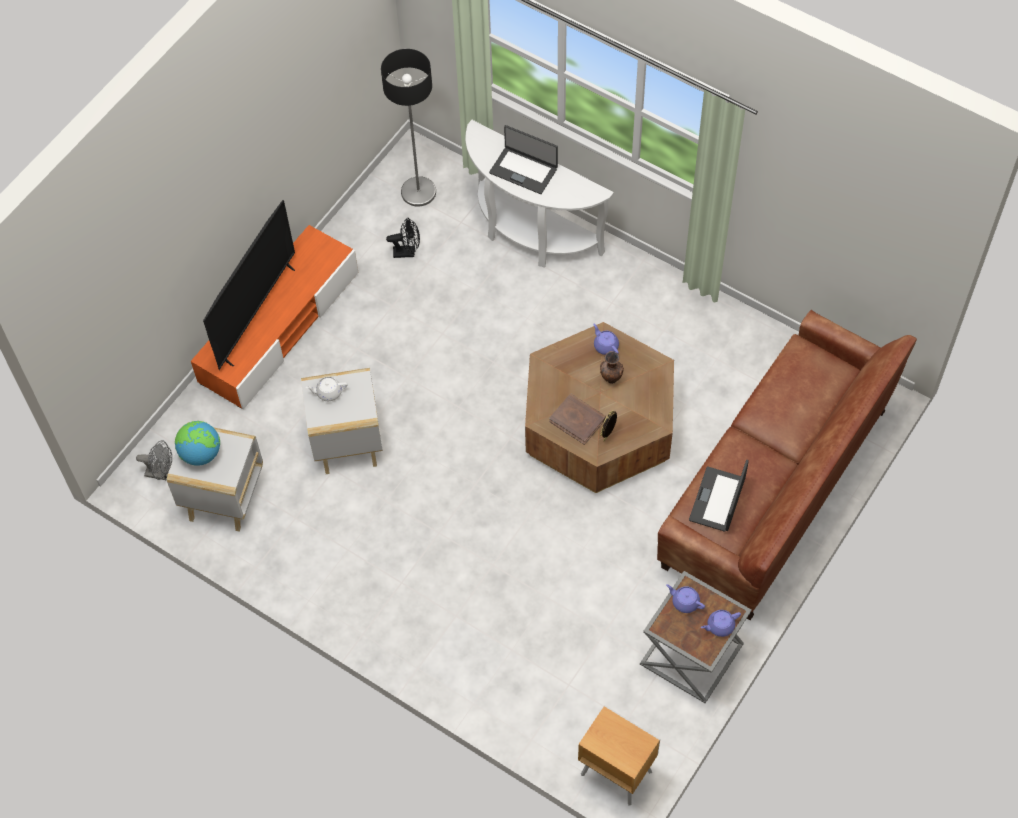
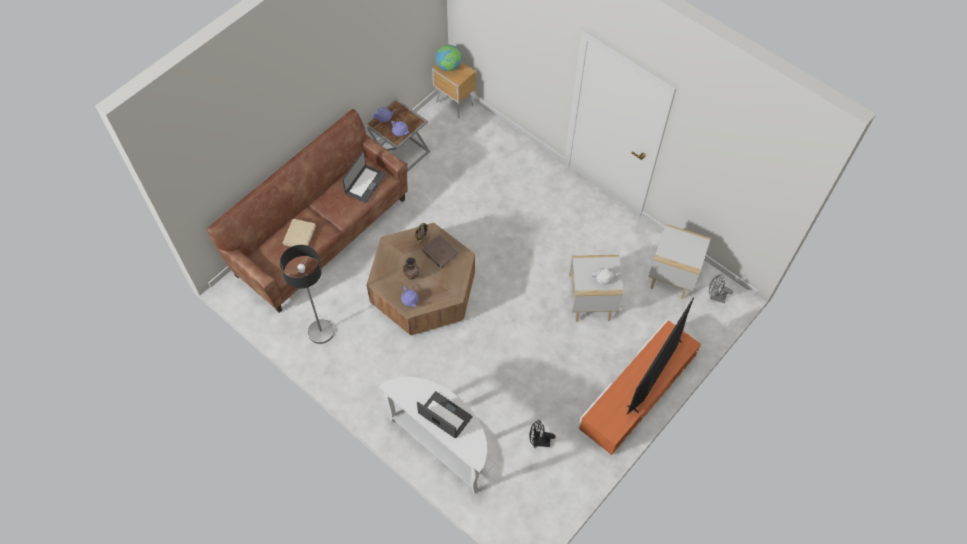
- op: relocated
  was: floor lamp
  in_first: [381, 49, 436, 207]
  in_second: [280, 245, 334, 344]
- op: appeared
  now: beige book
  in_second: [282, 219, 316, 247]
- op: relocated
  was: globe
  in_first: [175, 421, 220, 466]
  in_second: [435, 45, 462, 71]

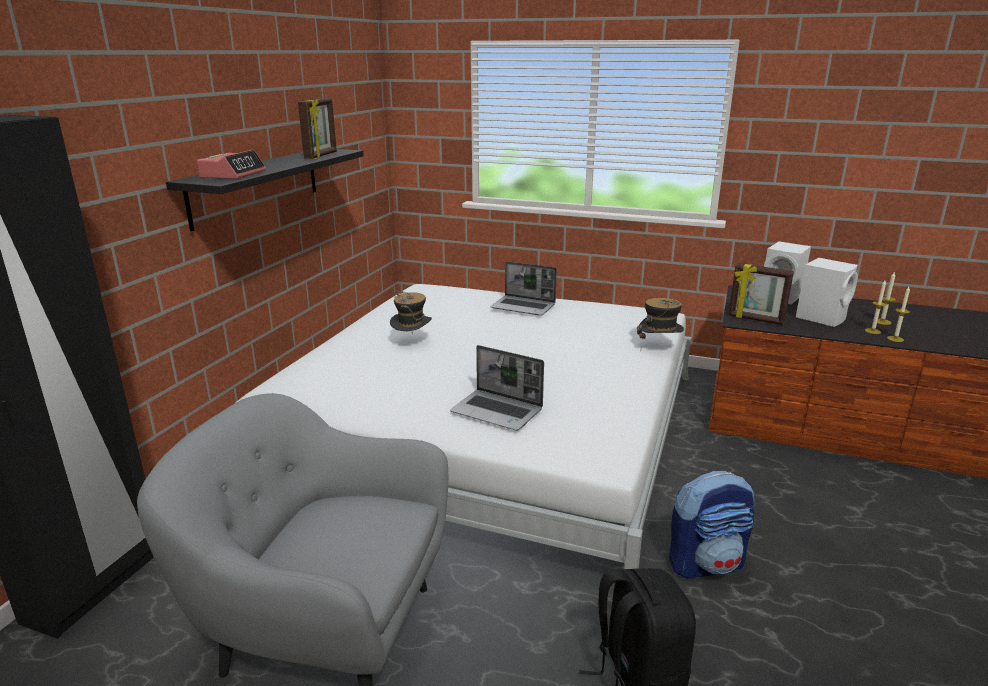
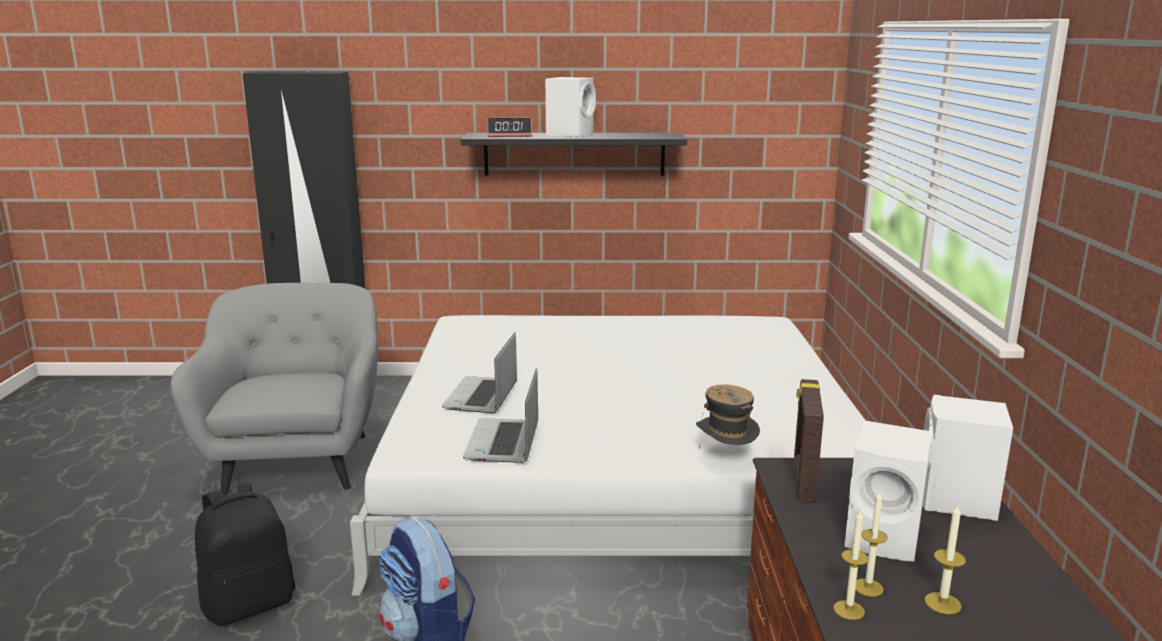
- op: relocated
  was: laptop
  in_first: [491, 261, 557, 316]
  in_second: [463, 368, 538, 463]
- op: appeared
  now: white speaker
  in_second: [545, 77, 596, 137]
- op: missing
  was: picture frame
  in_first: [298, 98, 337, 159]
- op: missing
  was: hat
  in_first: [390, 291, 432, 335]

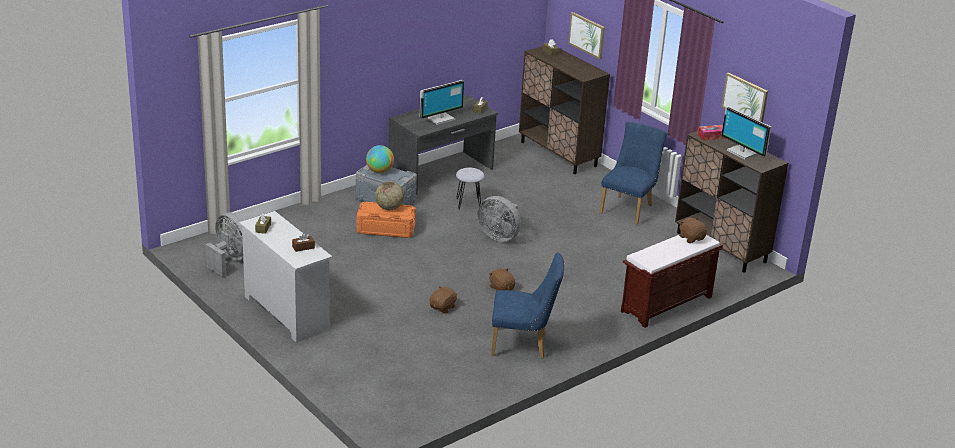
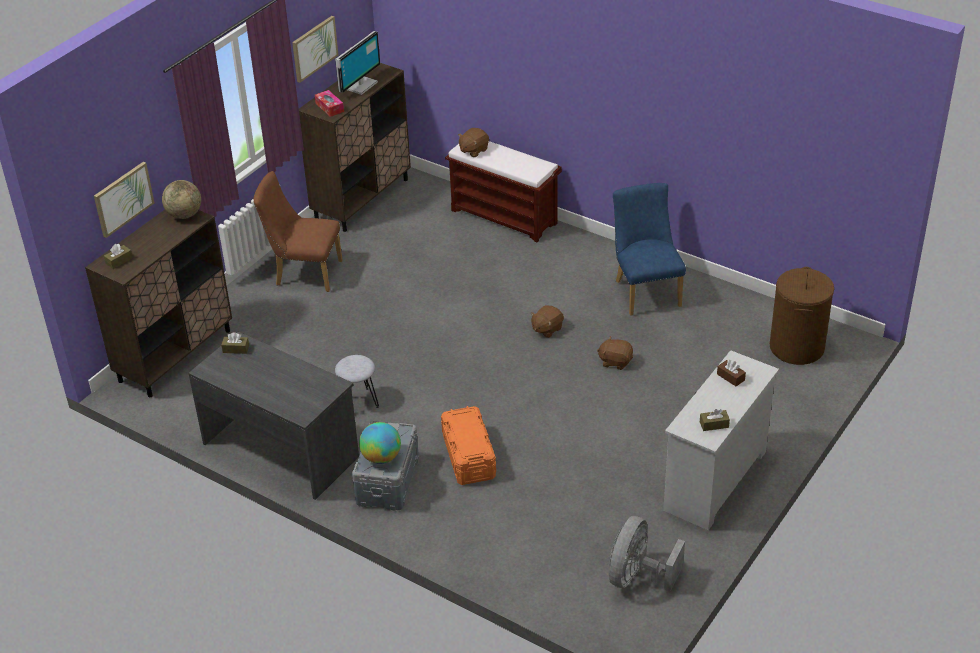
- op: relocated
  was: globe
  in_first: [375, 181, 404, 210]
  in_second: [162, 180, 201, 219]
- op: colour
  was: blue chair
  now: brown chair
  in_first: [600, 122, 667, 225]
  in_second: [253, 171, 343, 292]
- op: appeared
  now: brown laundry basket
  in_second: [770, 267, 834, 365]
- op: missing
  was: monitor
  in_first: [419, 80, 464, 125]
- op: missing
  was: grey fan
  in_first: [478, 196, 521, 242]

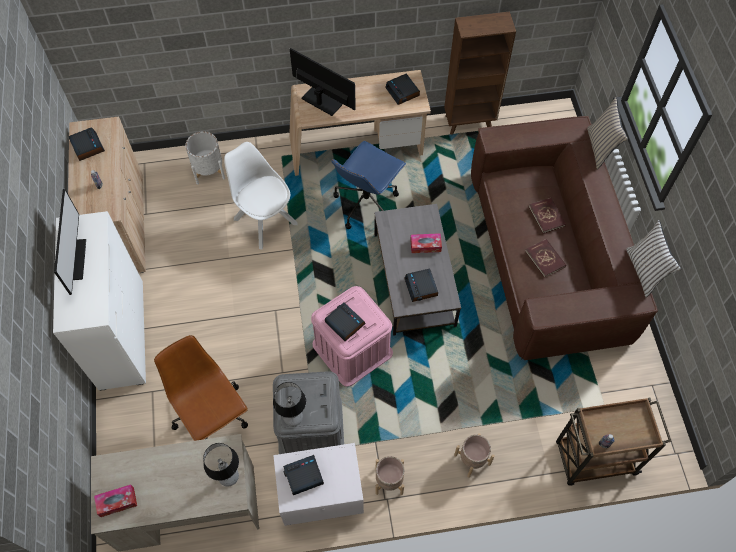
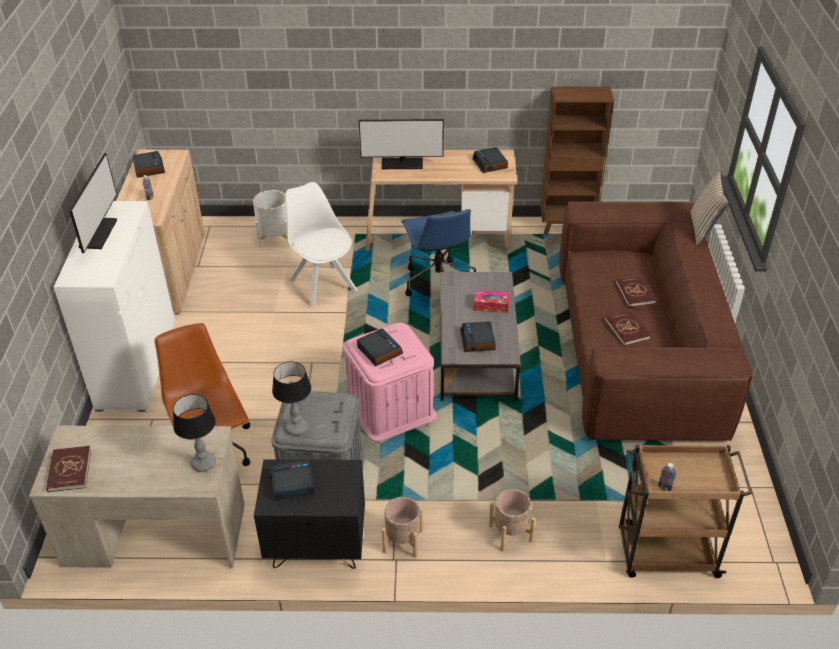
- op: exchanged
  was: tissue box
  now: red book
  in_first: [94, 485, 137, 517]
  in_second: [46, 446, 91, 492]
- op: colour
  was: white nightstand
  now: black nightstand
  in_first: [273, 443, 364, 526]
  in_second: [254, 460, 365, 569]
- op: spun
  was: monitor
  in_first: [290, 48, 356, 116]
  in_second: [359, 119, 444, 169]
  clockwise: 135
- op: spun
  was: blue office chair
  in_first: [331, 141, 406, 229]
  in_second: [401, 209, 476, 296]
  clockwise: -60
- op: missing
  was: white pillow
  in_first: [626, 220, 681, 298]

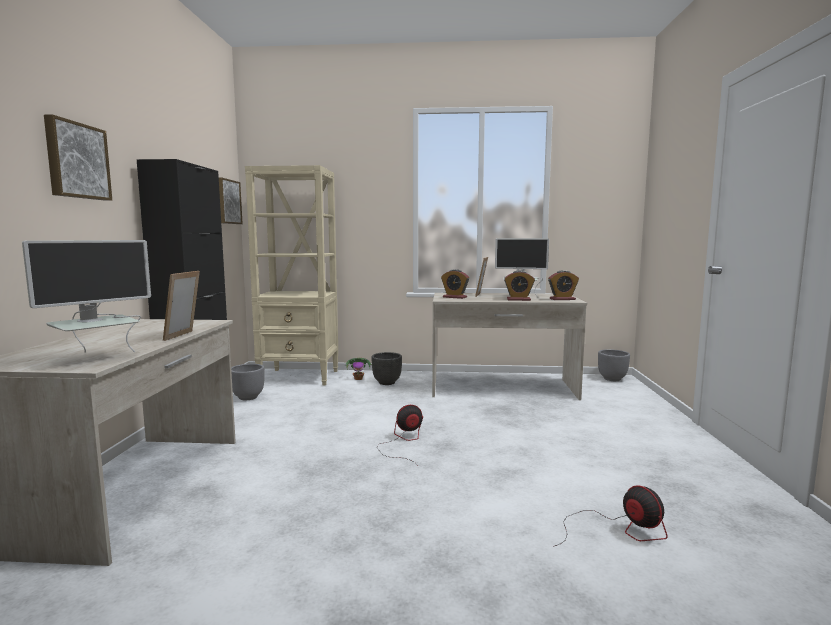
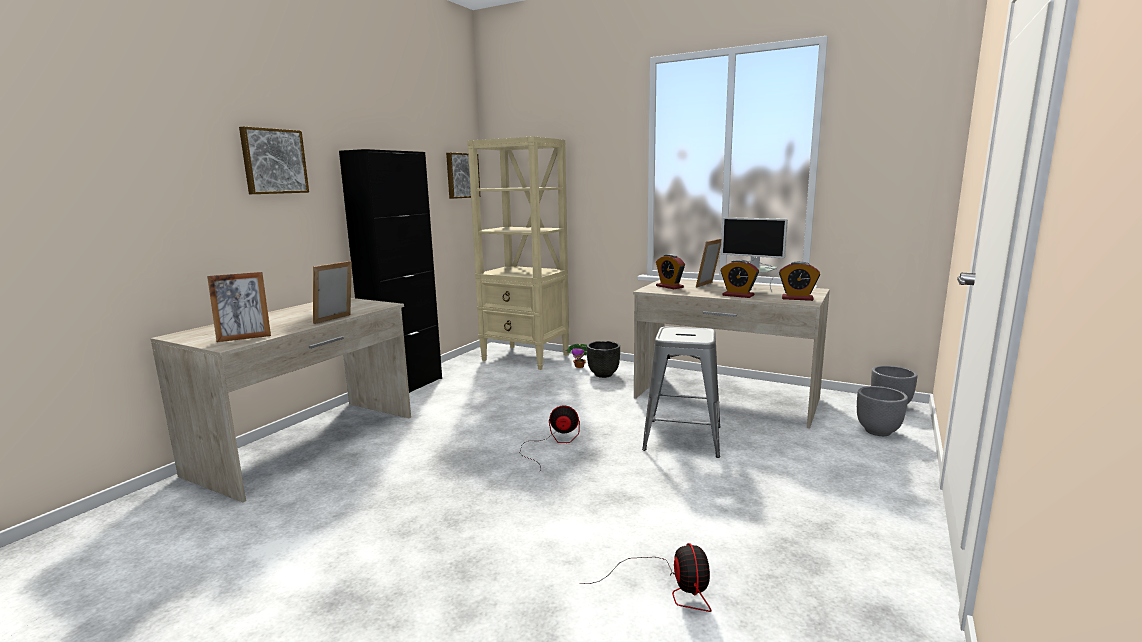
- op: exchanged
  was: monitor
  now: picture frame
  in_first: [22, 240, 151, 353]
  in_second: [207, 272, 271, 342]
- op: appeared
  now: grey stool
  in_second: [642, 327, 721, 458]
- op: relocated
  was: grey planter
  in_first: [231, 364, 265, 400]
  in_second: [857, 386, 908, 436]

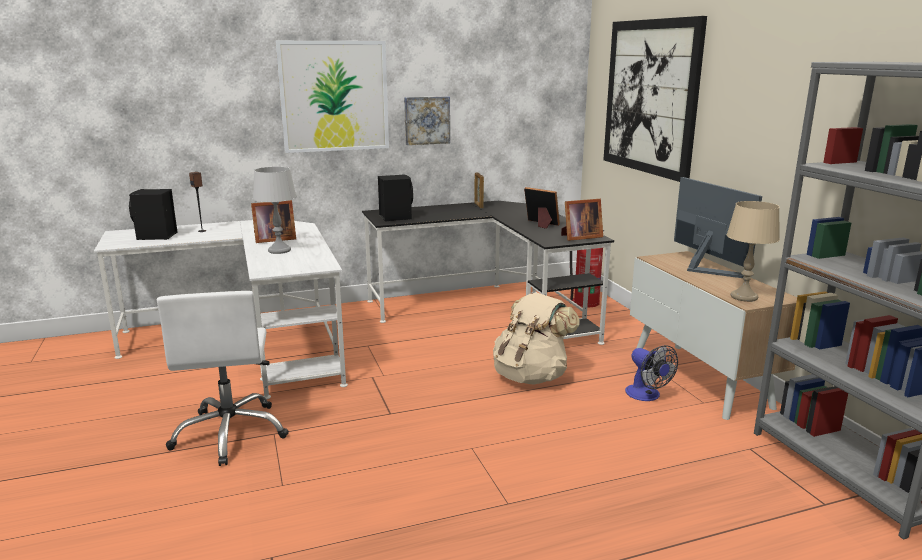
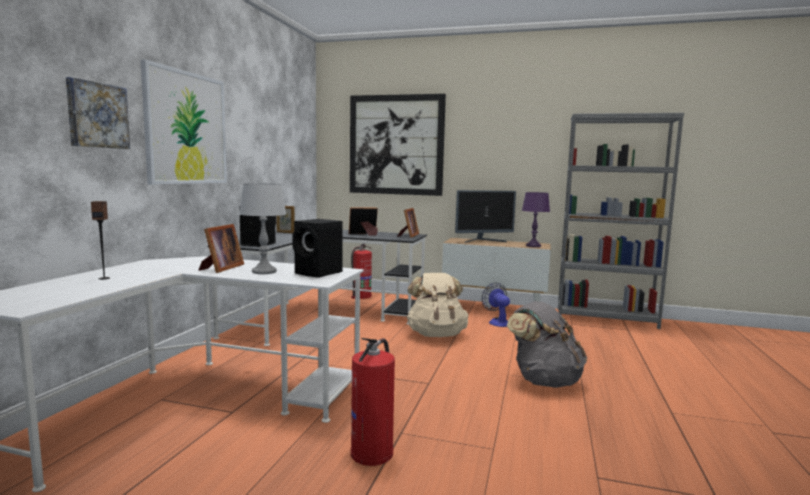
- op: relocated
  was: picture
  in_first: [404, 96, 450, 145]
  in_second: [66, 77, 130, 149]
- op: relocated
  was: black speaker
  in_first: [129, 189, 177, 240]
  in_second: [292, 219, 343, 278]
- op: exchanged
  was: white office chair
  now: fire extinguisher
  in_first: [157, 291, 289, 466]
  in_second: [351, 338, 395, 466]
- op: spun
  was: monitor
  in_first: [674, 177, 762, 278]
  in_second: [455, 190, 516, 243]
  clockwise: 150
- op: spun
  was: fan
  in_first: [625, 345, 678, 401]
  in_second: [482, 283, 510, 327]
  clockwise: -120
- op: appeared
  now: grey backpack
  in_second: [507, 301, 587, 388]
- op: colour
  was: beige table lamp
  now: purple table lamp
  in_first: [727, 201, 780, 302]
  in_second: [522, 192, 550, 247]

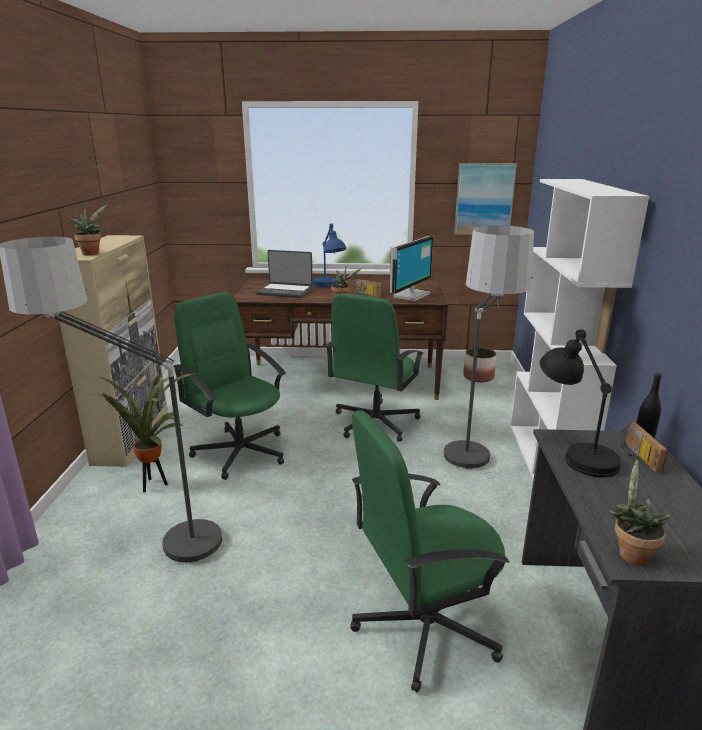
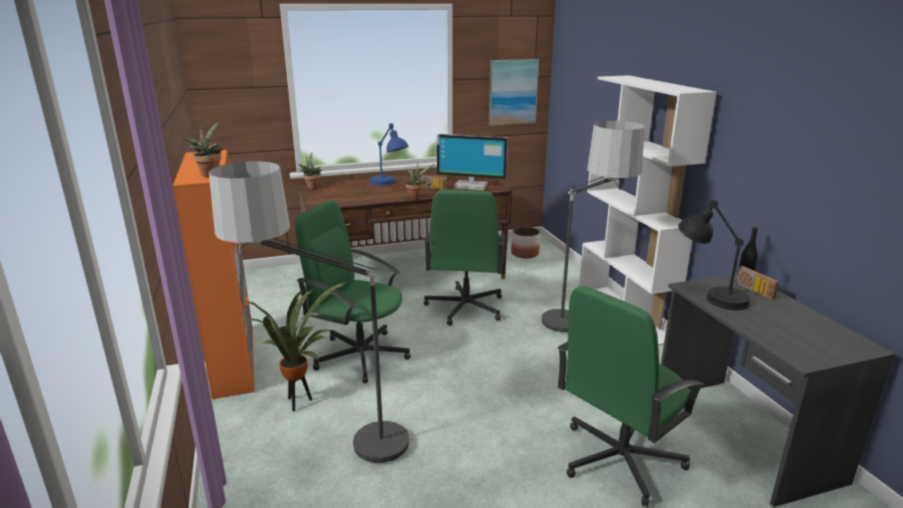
- op: colour
  was: beige cabinet
  now: orange cabinet
  in_first: [59, 235, 168, 467]
  in_second: [173, 150, 255, 399]
- op: relocated
  was: potted plant
  in_first: [608, 460, 672, 566]
  in_second: [298, 153, 322, 189]
- op: spun
  was: monitor
  in_first: [390, 236, 433, 301]
  in_second: [437, 134, 508, 190]
  clockwise: 90
- op: missing
  was: laptop
  in_first: [256, 250, 313, 298]

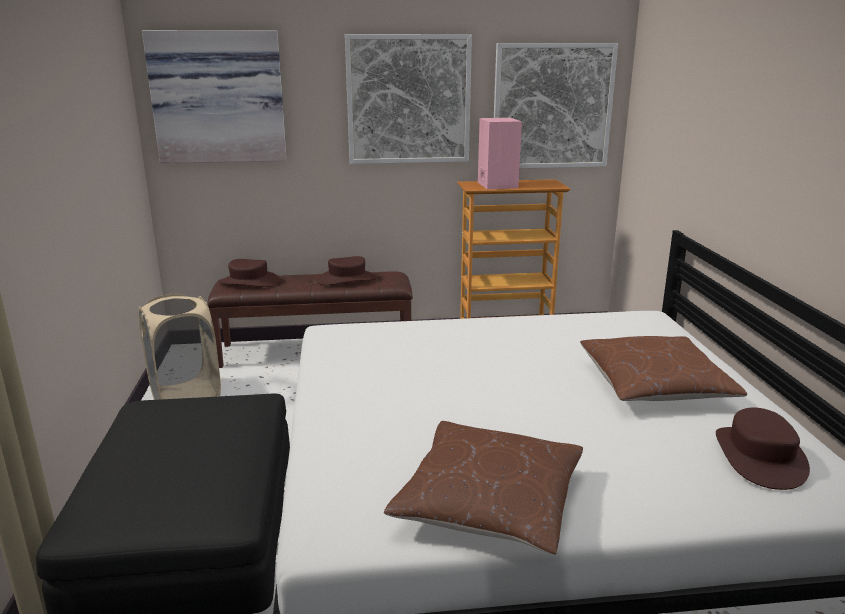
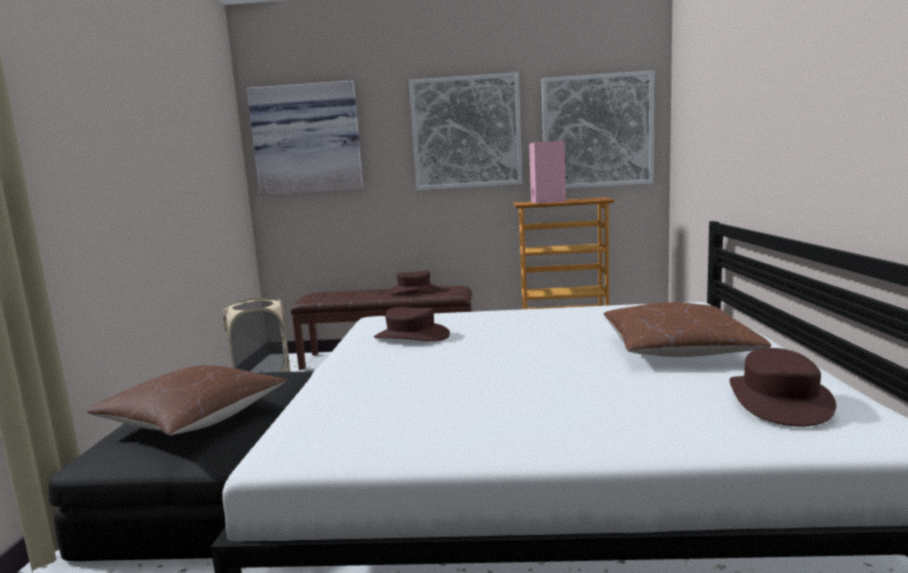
- op: relocated
  was: brown pillow
  in_first: [384, 421, 583, 555]
  in_second: [87, 365, 286, 435]
- op: relocated
  was: brown hat
  in_first: [220, 259, 280, 287]
  in_second: [374, 307, 450, 341]

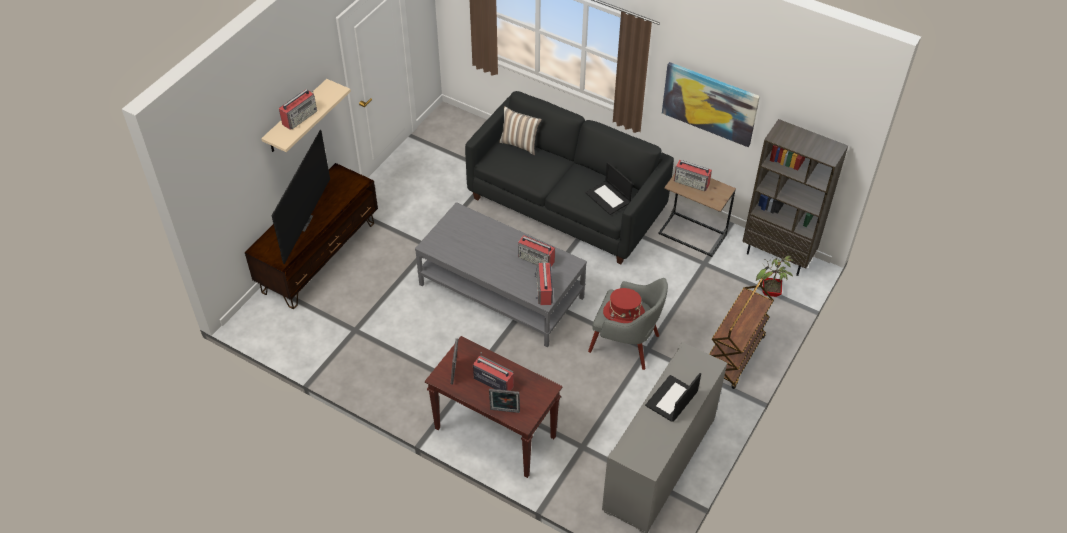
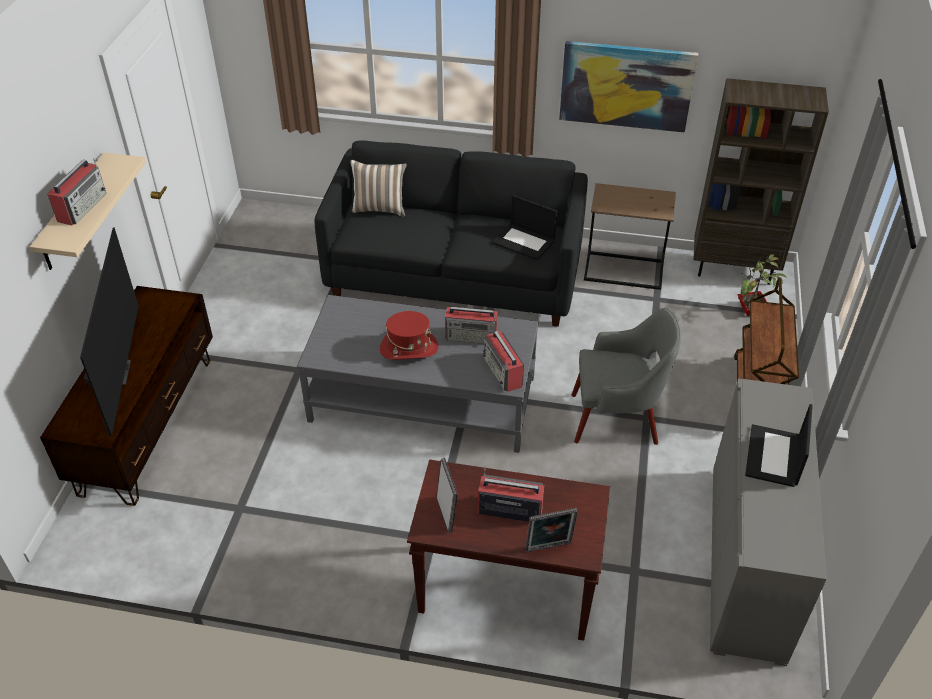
- op: relocated
  was: red hat
  in_first: [603, 288, 645, 323]
  in_second: [380, 311, 439, 360]
- op: missing
  was: radio
  in_first: [674, 160, 712, 191]

